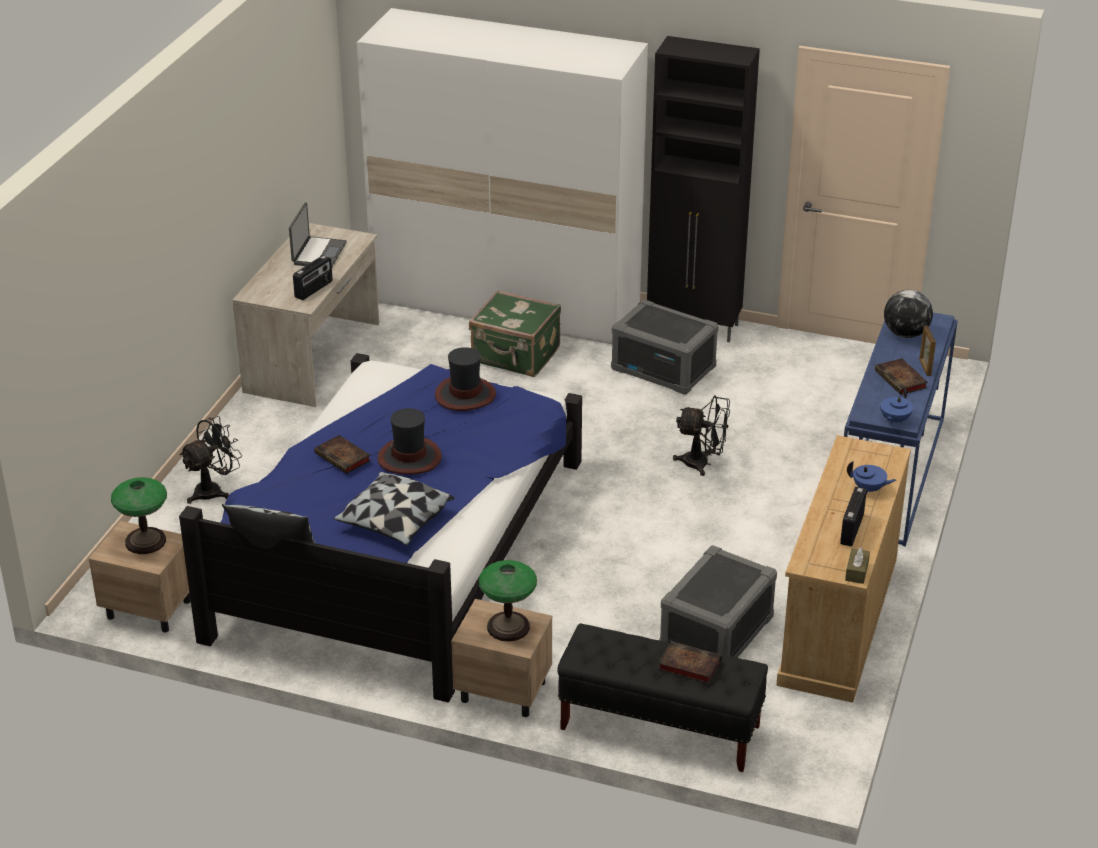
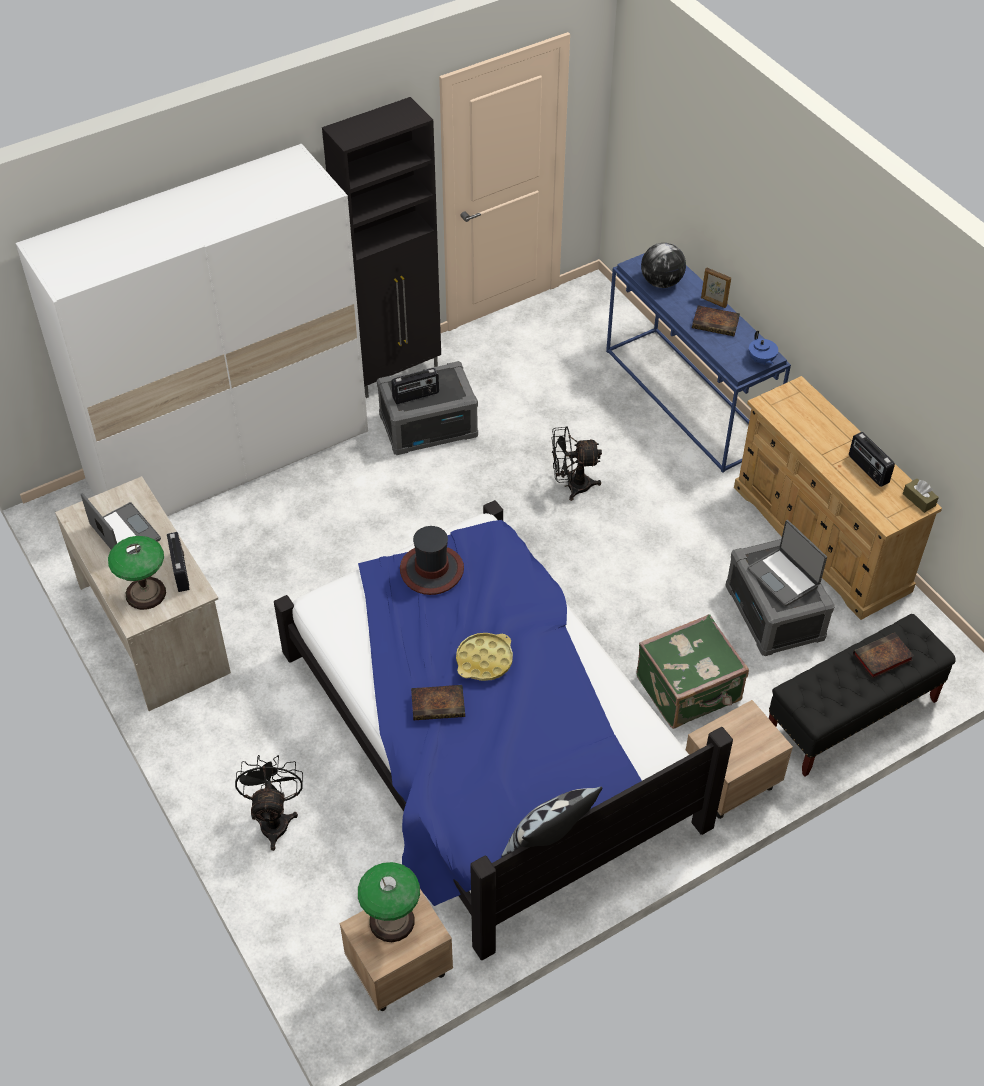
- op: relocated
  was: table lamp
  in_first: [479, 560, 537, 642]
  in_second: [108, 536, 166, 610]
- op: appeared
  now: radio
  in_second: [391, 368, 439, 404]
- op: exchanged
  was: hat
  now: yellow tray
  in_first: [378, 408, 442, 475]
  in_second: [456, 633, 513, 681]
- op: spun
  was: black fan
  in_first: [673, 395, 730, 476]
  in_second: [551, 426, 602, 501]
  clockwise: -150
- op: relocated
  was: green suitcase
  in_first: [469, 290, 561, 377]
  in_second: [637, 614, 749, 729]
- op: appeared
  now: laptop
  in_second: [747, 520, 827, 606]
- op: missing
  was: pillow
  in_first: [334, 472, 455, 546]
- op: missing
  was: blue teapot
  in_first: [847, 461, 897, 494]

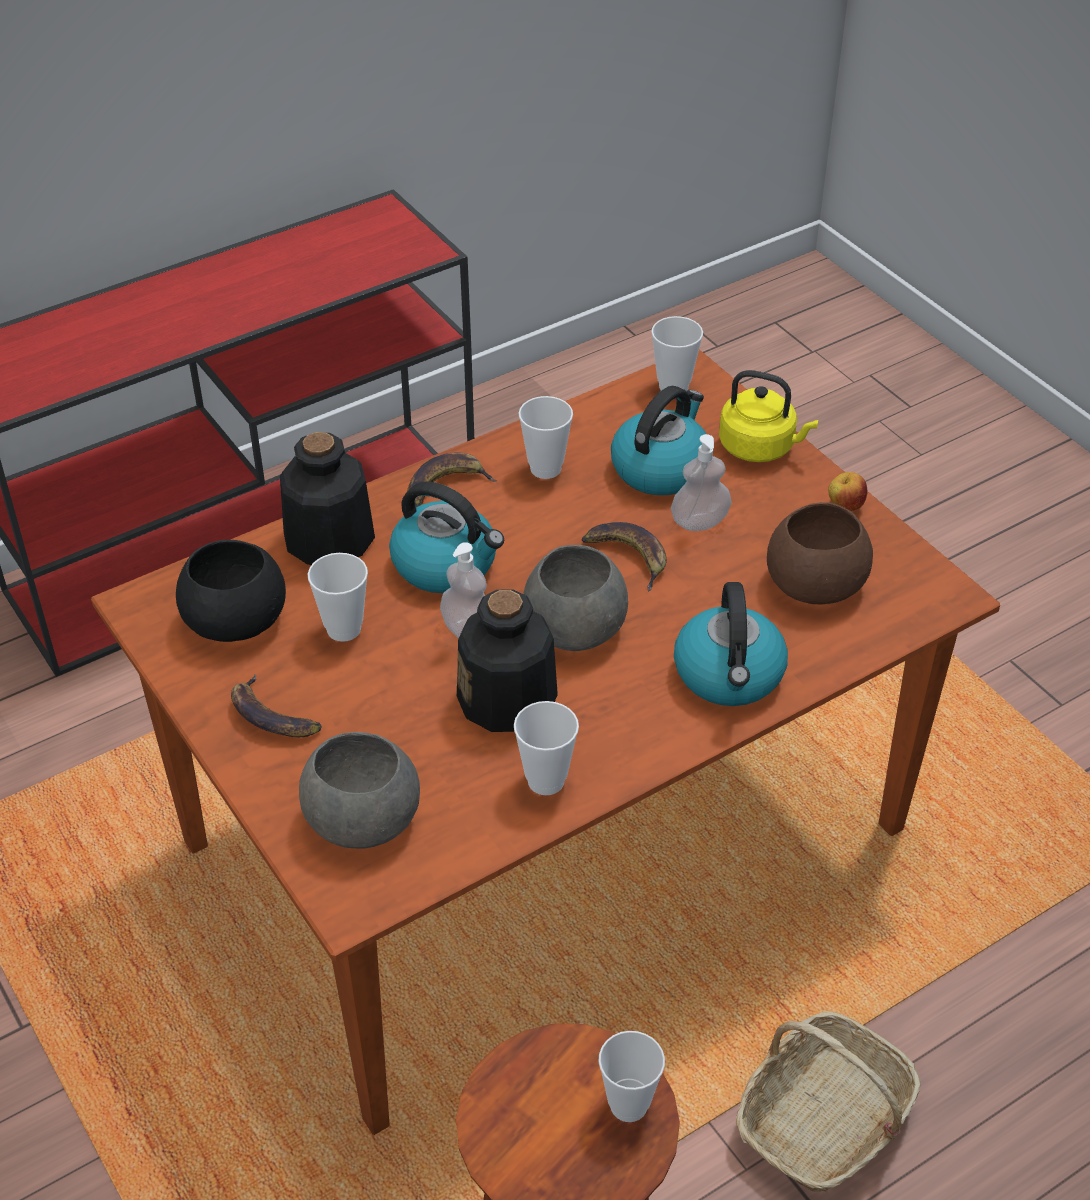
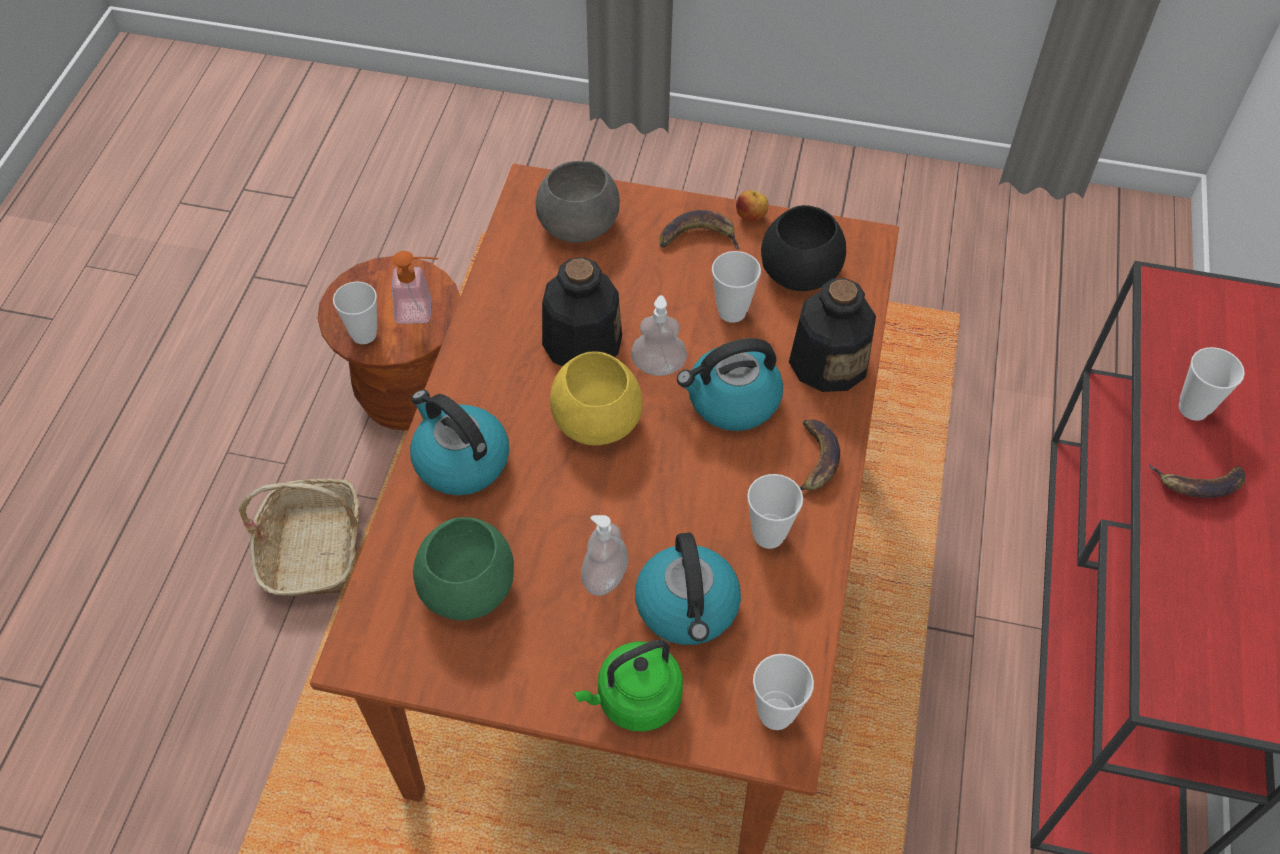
- op: appeared
  now: soap dispenser
  in_second: [392, 251, 439, 324]
- op: colour
  was: brown bowl
  now: green bowl
  in_first: [767, 502, 873, 604]
  in_second: [413, 517, 514, 620]
- op: colour
  was: grey bowl
  now: yellow bowl
  in_first: [523, 545, 628, 651]
  in_second: [550, 352, 643, 445]
- op: colour
  was: yellow kettle
  now: green kettle
  in_first: [719, 370, 818, 462]
  in_second: [574, 640, 683, 731]
- op: relocated
  was: apple
  in_first: [828, 472, 868, 511]
  in_second: [736, 190, 768, 222]
- op: relocated
  was: banana
  in_first: [581, 522, 667, 591]
  in_second: [1149, 464, 1246, 498]
- op: relocated
  was: cup
  in_first: [514, 701, 579, 795]
  in_second: [1179, 347, 1245, 421]

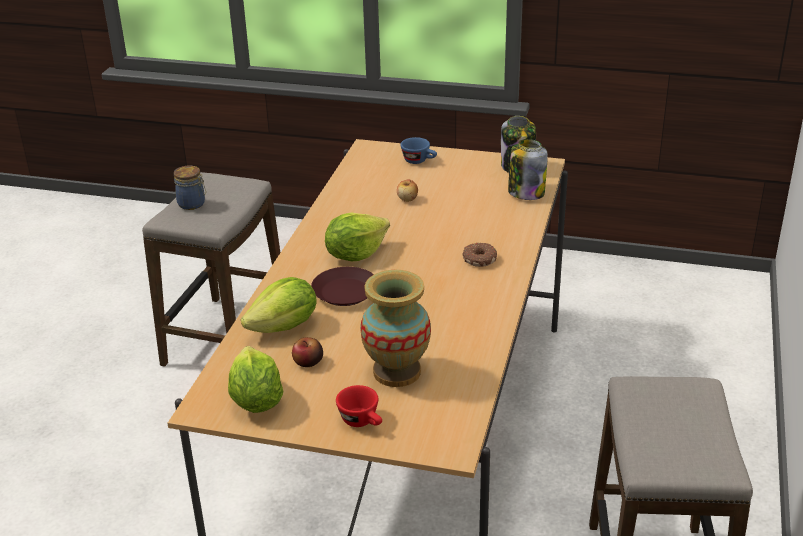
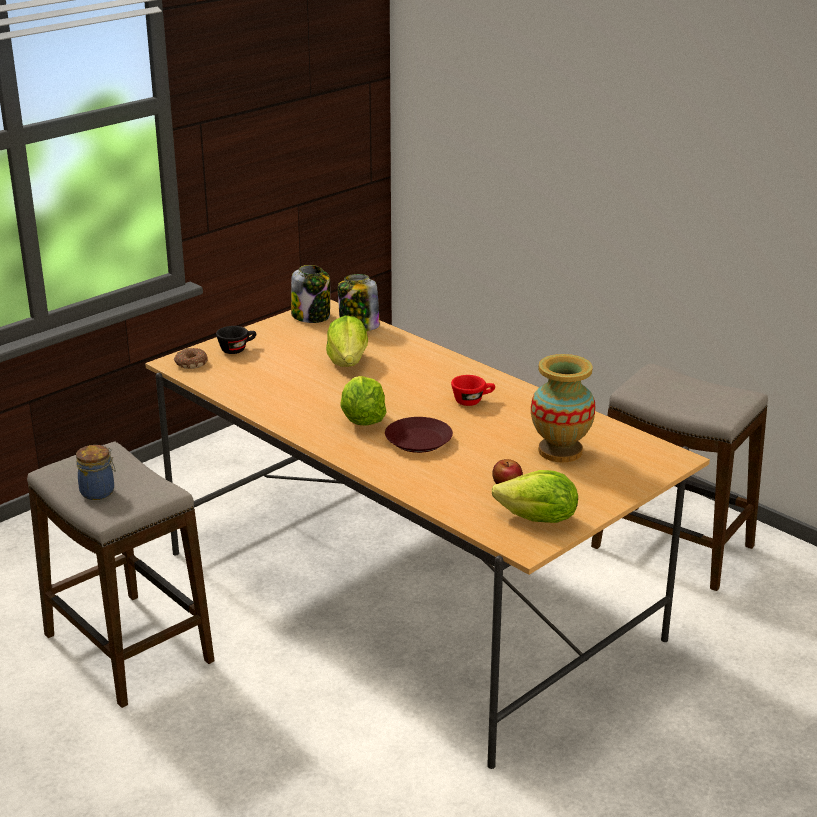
- op: relocated
  was: donut
  in_first: [463, 243, 497, 267]
  in_second: [174, 348, 208, 369]
- op: colour
  was: blue cup
  now: black cup
  in_first: [401, 137, 437, 164]
  in_second: [216, 326, 256, 354]
- op: relocated
  was: lettuce
  in_first: [241, 277, 317, 333]
  in_second: [326, 316, 368, 367]
- op: relocated
  was: red cup
  in_first: [336, 385, 382, 427]
  in_second: [451, 375, 495, 406]
- op: missing
  was: apple
  in_first: [397, 179, 418, 202]

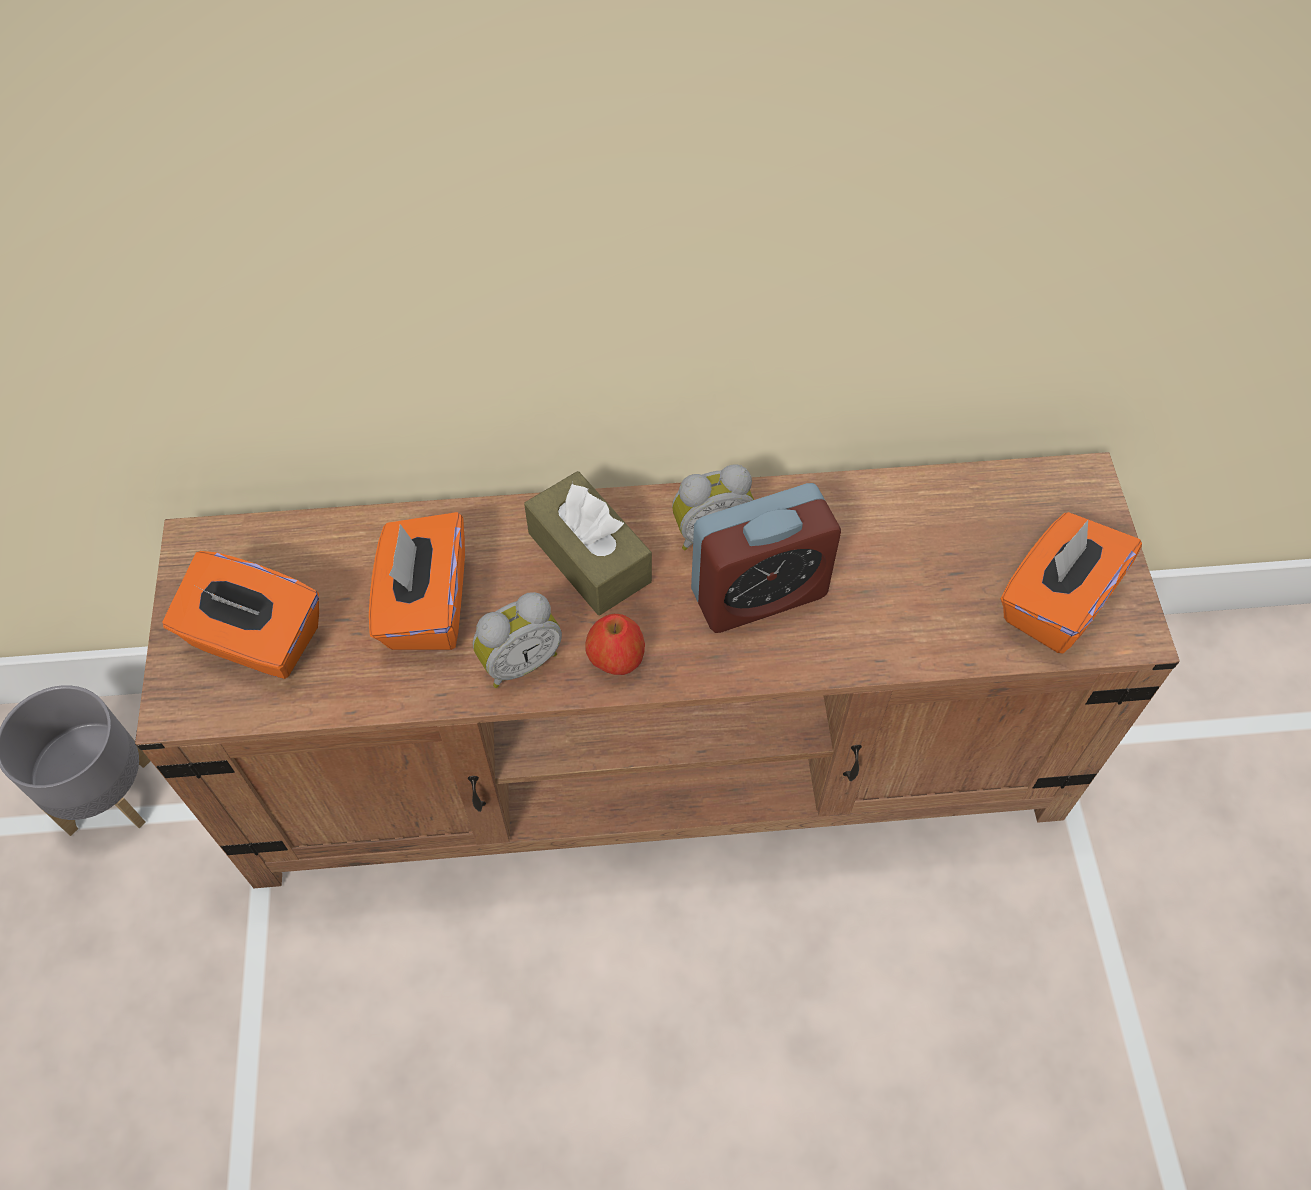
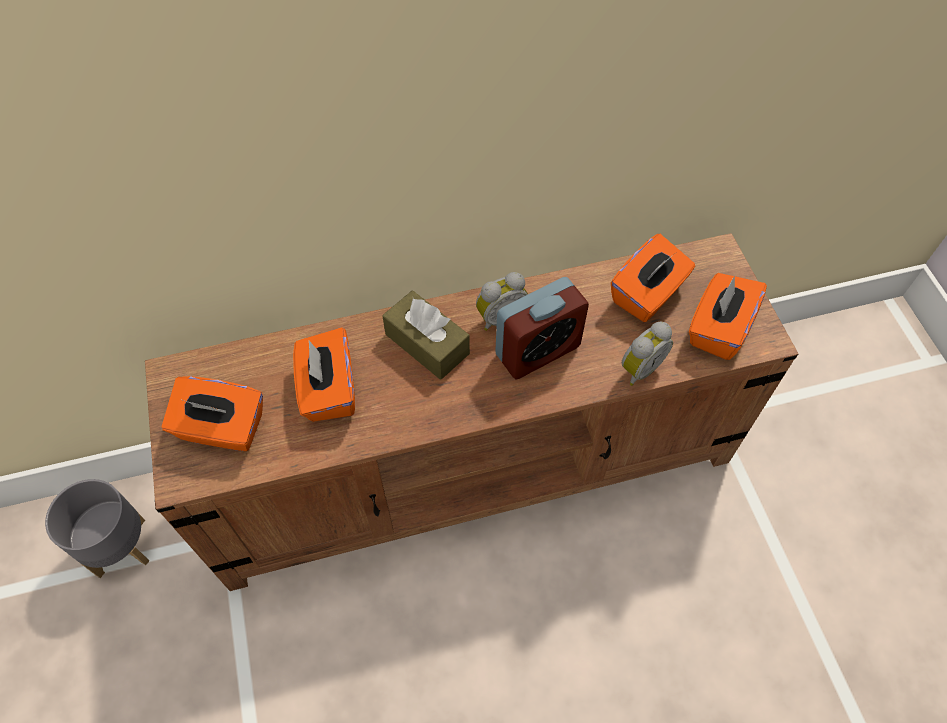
- op: appeared
  now: orange tissue box
  in_second: [611, 234, 695, 322]
- op: relocated
  was: alarm clock
  in_first: [473, 592, 562, 688]
  in_second: [622, 321, 673, 386]
- op: missing
  was: apple
  in_first: [585, 614, 645, 675]

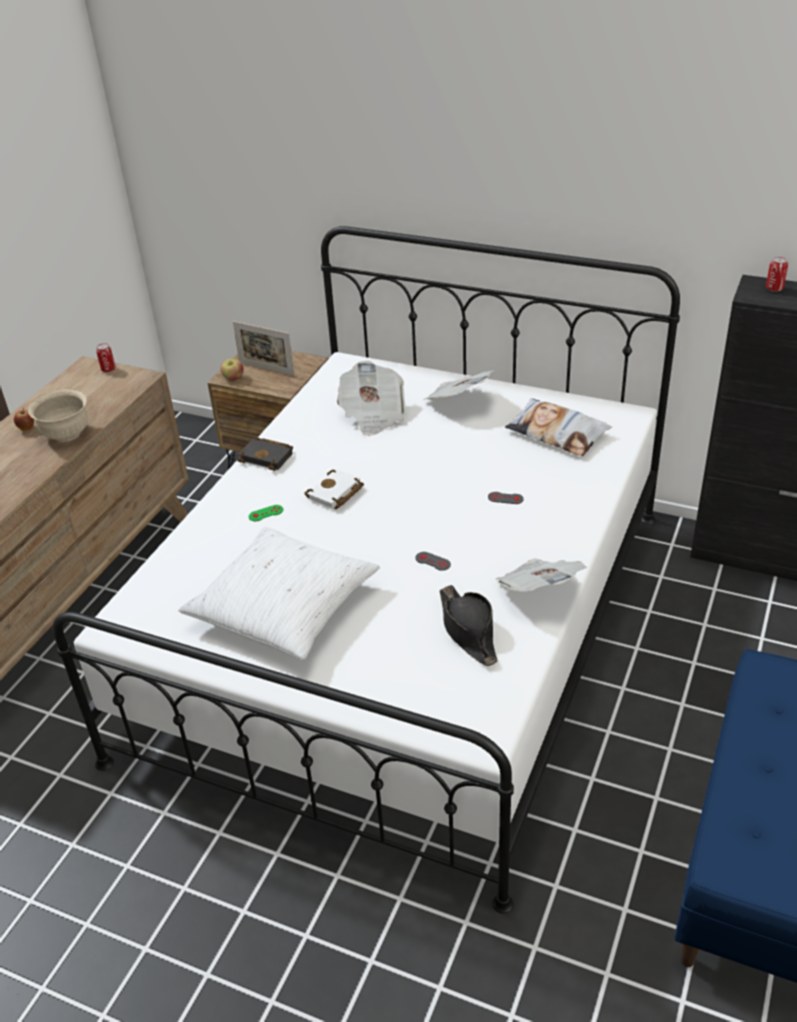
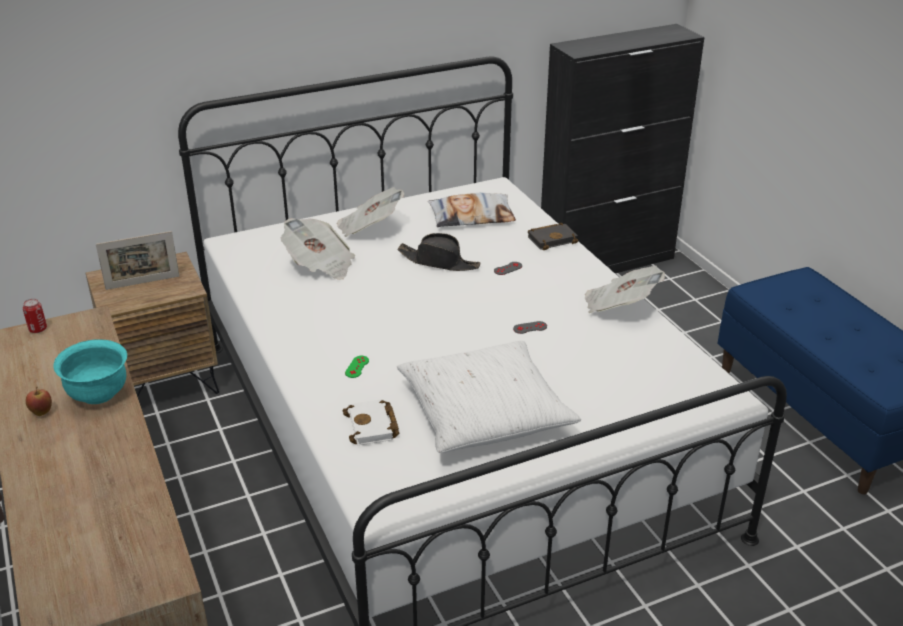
- op: colour
  was: beige bowl
  now: turquoise bowl
  in_first: [28, 389, 88, 442]
  in_second: [54, 339, 127, 404]
- op: relocated
  was: white book
  in_first: [304, 469, 364, 509]
  in_second: [342, 399, 399, 445]
- op: relocated
  was: black hat
  in_first: [440, 585, 497, 666]
  in_second: [398, 233, 481, 271]
- op: relocated
  was: black book
  in_first: [237, 437, 293, 471]
  in_second: [528, 222, 578, 250]
- op: missing
  was: apple
  in_first: [220, 359, 244, 381]
- op: missing
  was: can
  in_first: [766, 257, 788, 292]

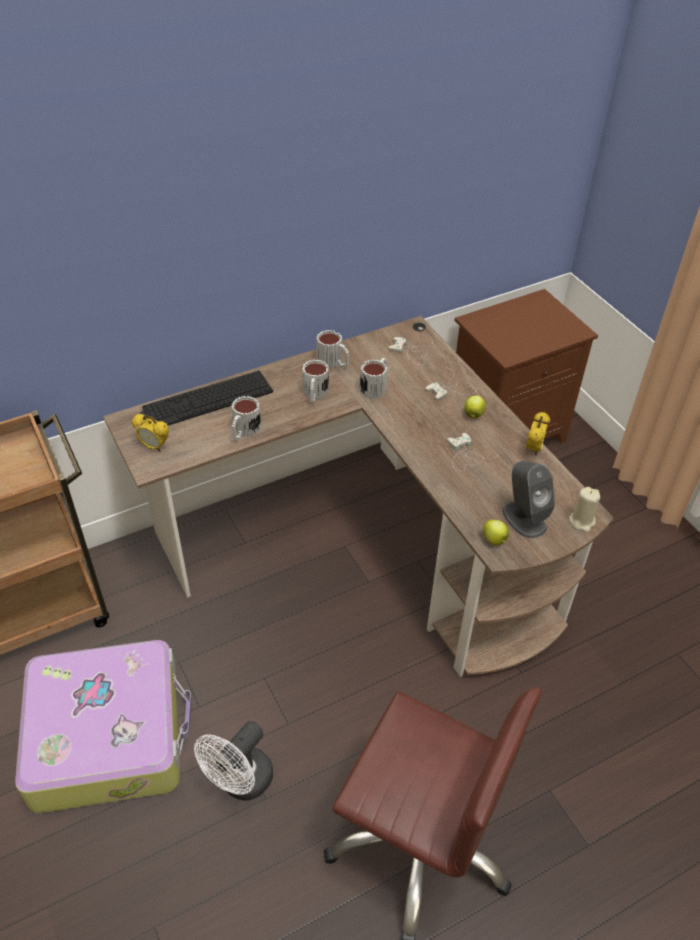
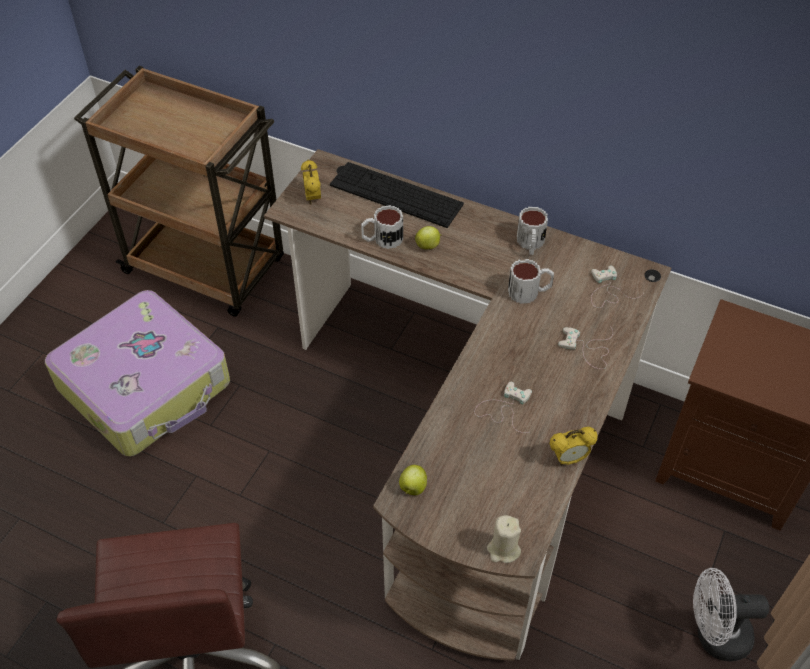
- op: relocated
  was: apple
  in_first: [464, 395, 486, 418]
  in_second: [415, 226, 441, 249]
- op: relocated
  was: white fan
  in_first: [194, 721, 273, 800]
  in_second: [693, 568, 769, 661]
- op: missing
  was: mug
  in_first: [302, 360, 329, 403]
- op: missing
  was: grey speaker
  in_first: [503, 461, 555, 538]

